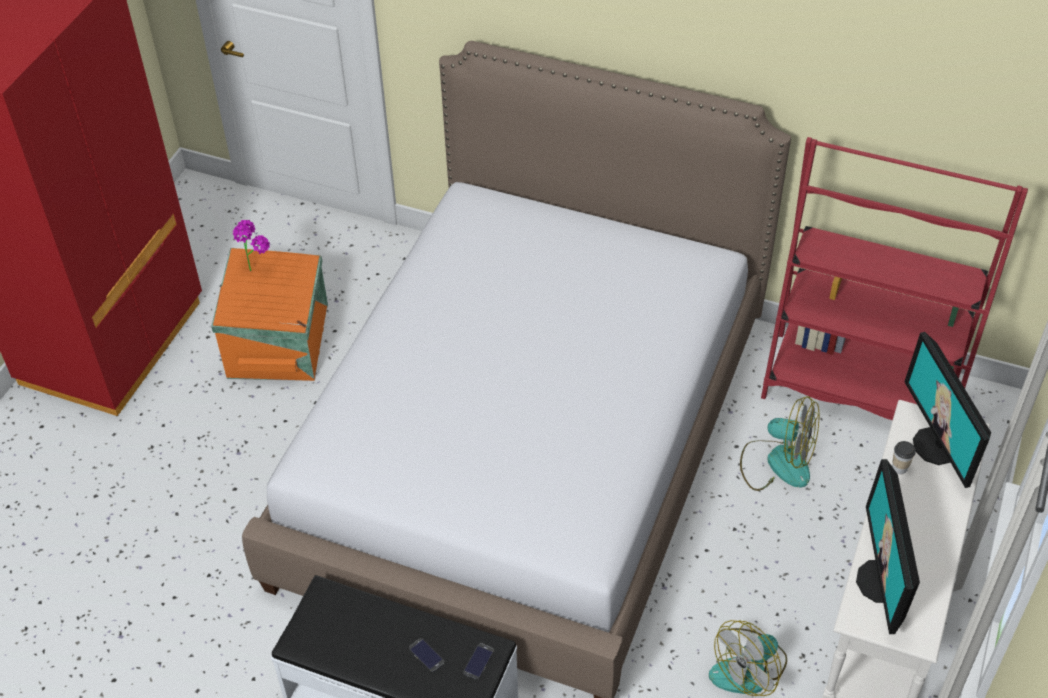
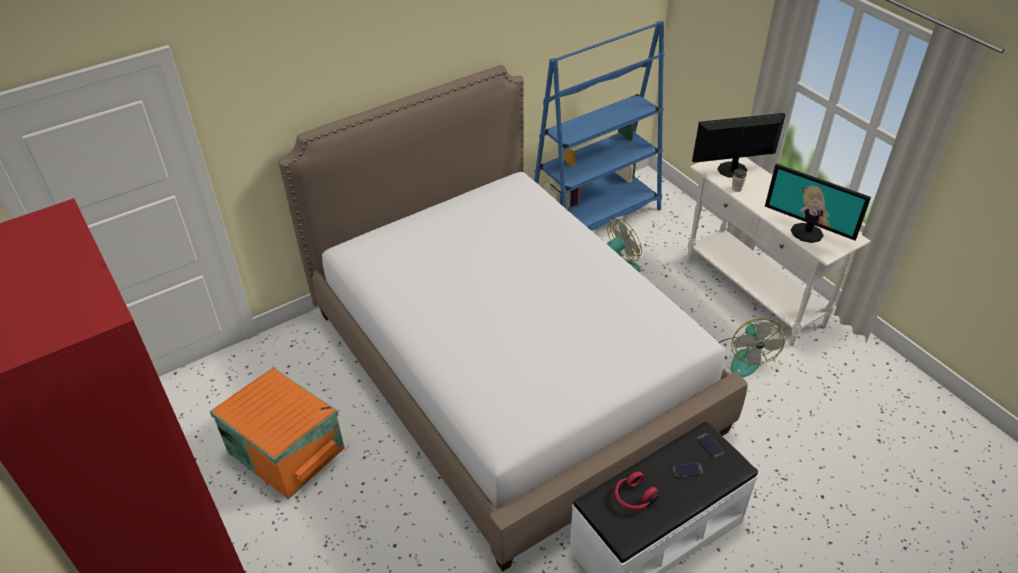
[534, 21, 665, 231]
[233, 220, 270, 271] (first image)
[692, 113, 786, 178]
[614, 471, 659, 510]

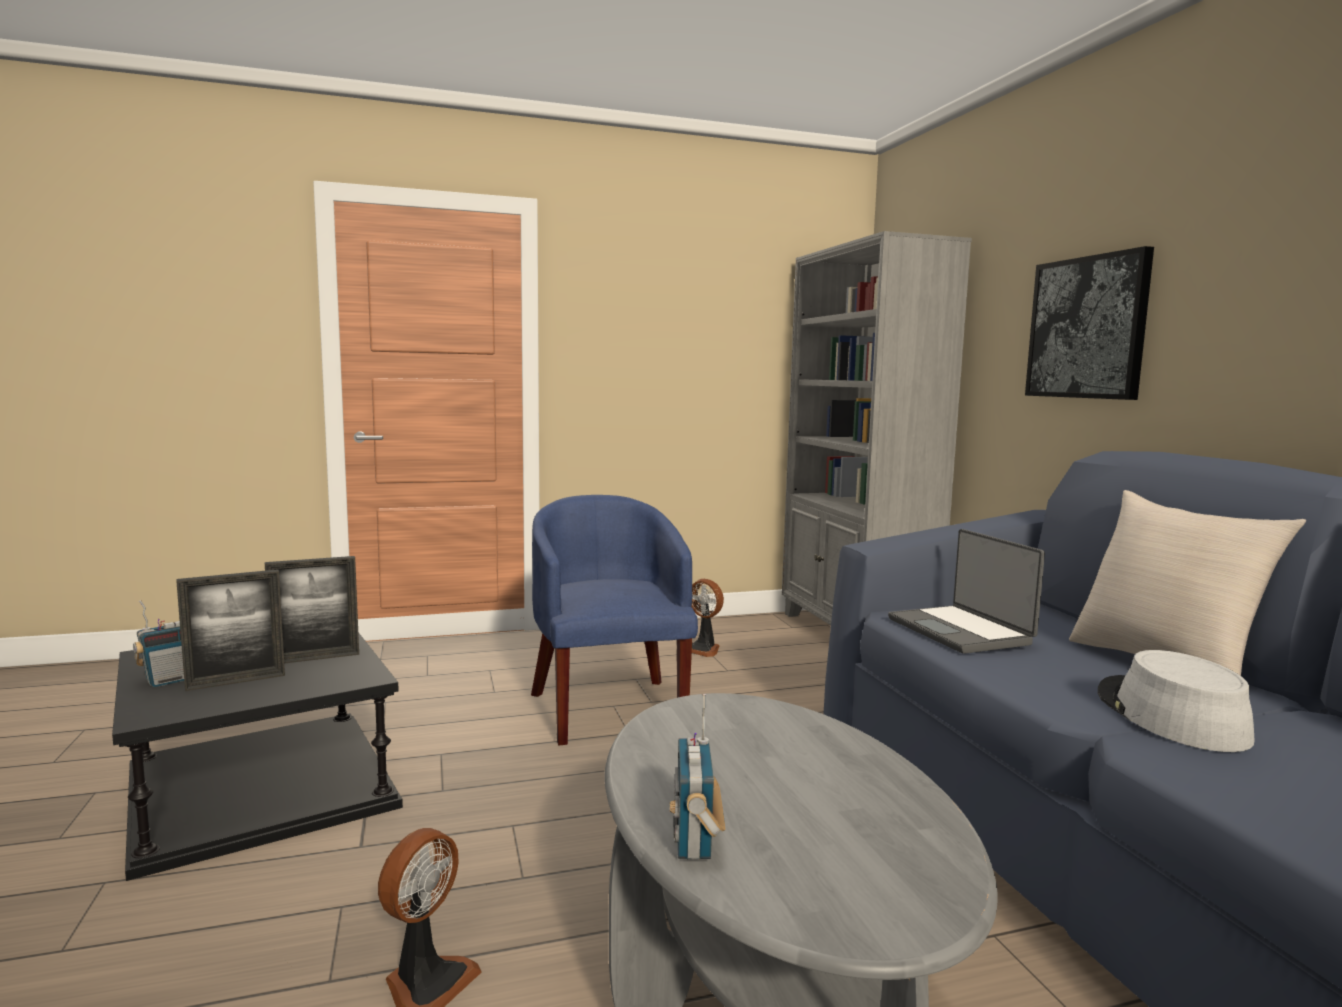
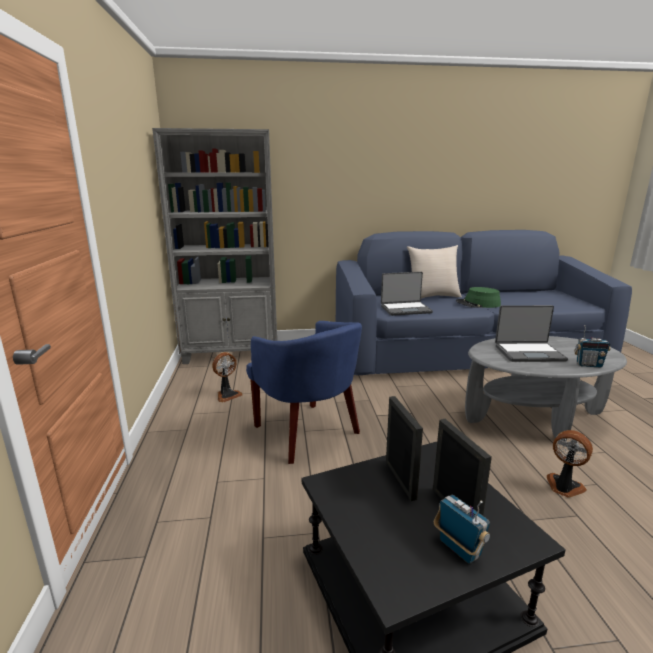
[1025, 246, 1154, 400] (first image)
[246, 321, 362, 464]
[456, 287, 501, 308]
[495, 305, 568, 362]

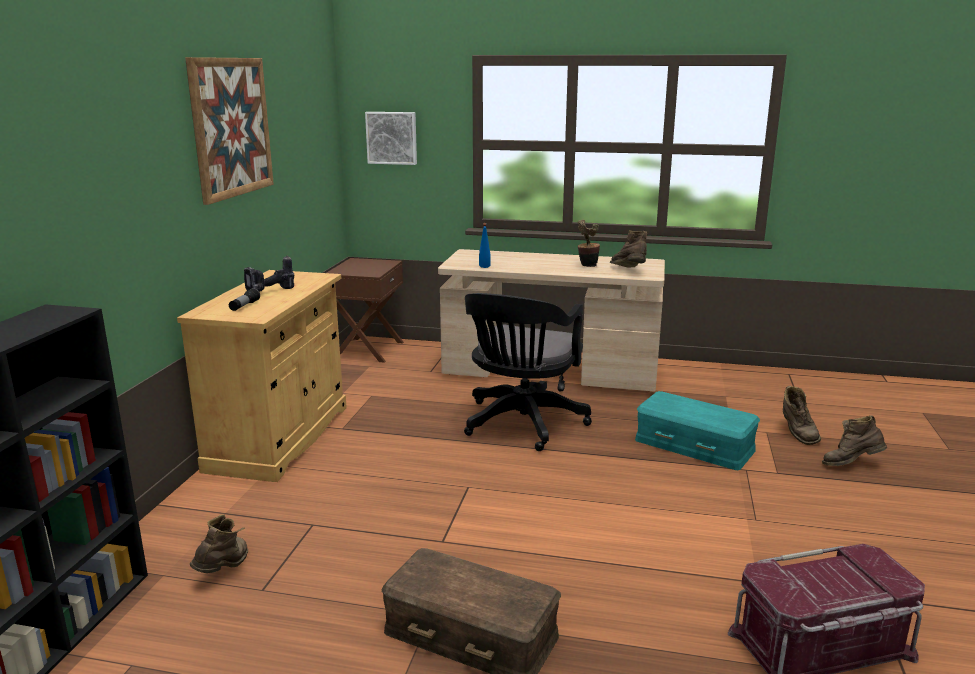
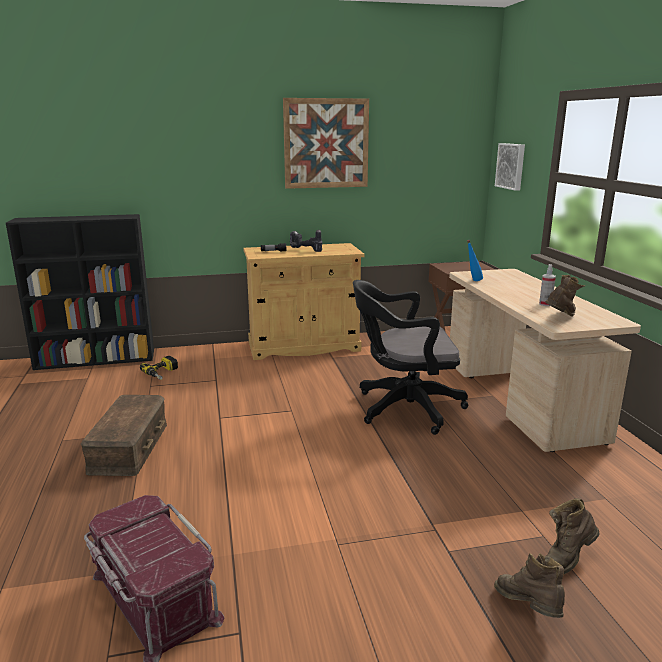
[539, 264, 556, 306]
[635, 391, 760, 470] (first image)
[140, 356, 178, 380]

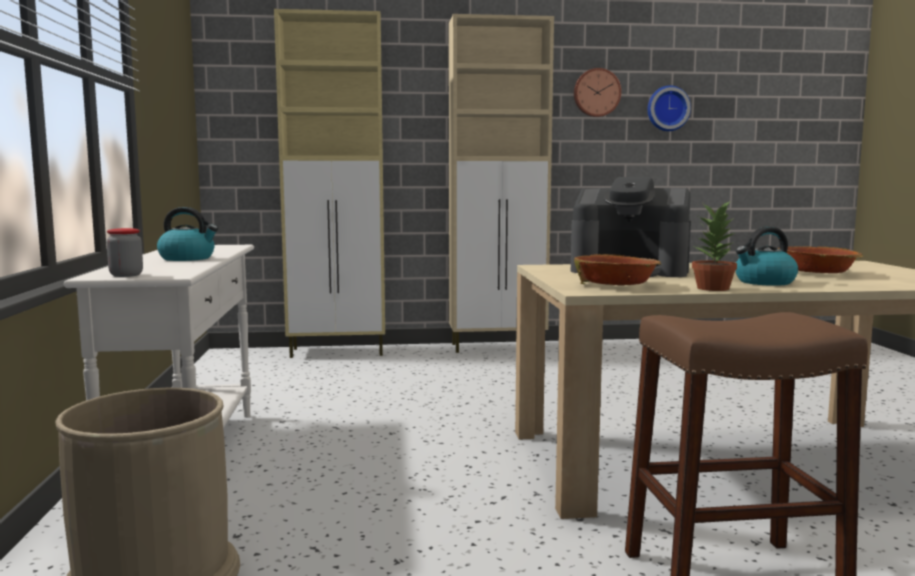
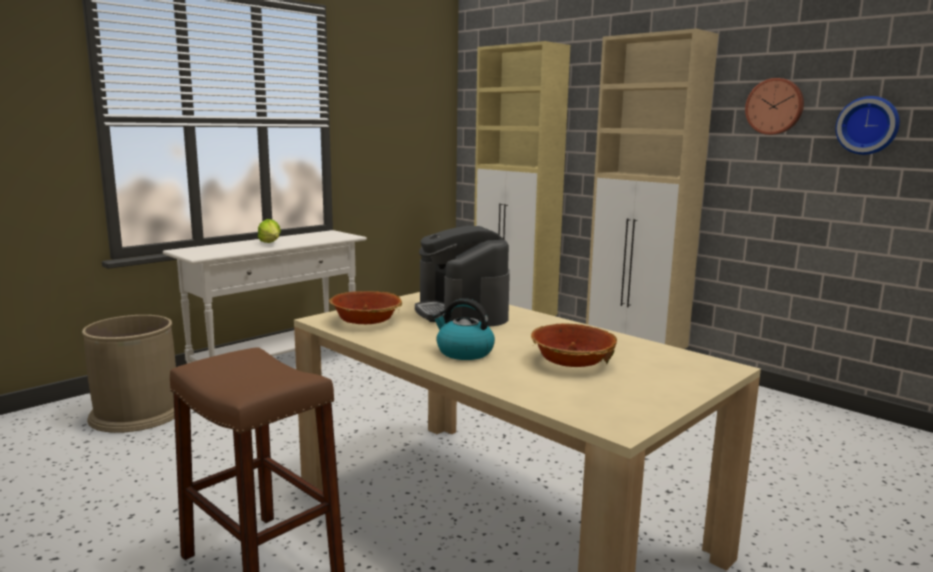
[692, 200, 737, 291] (first image)
[258, 219, 281, 243]
[106, 228, 143, 277] (first image)

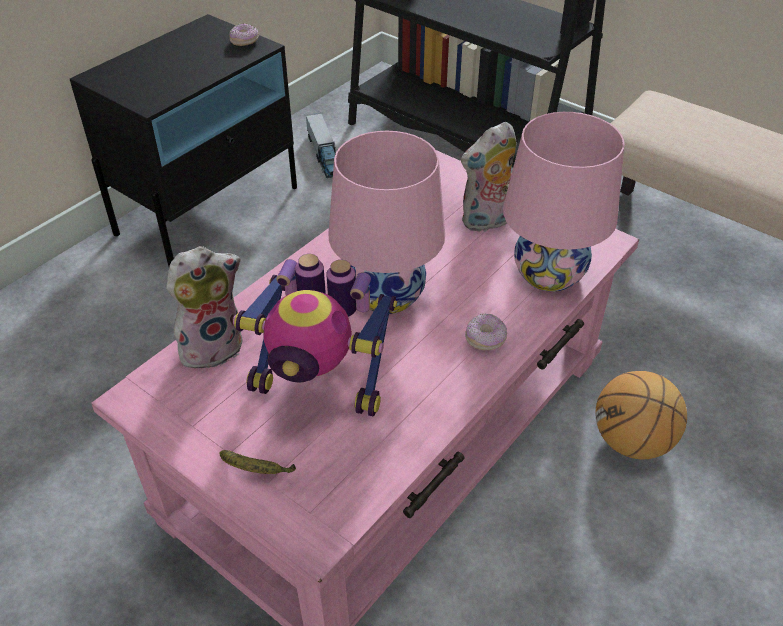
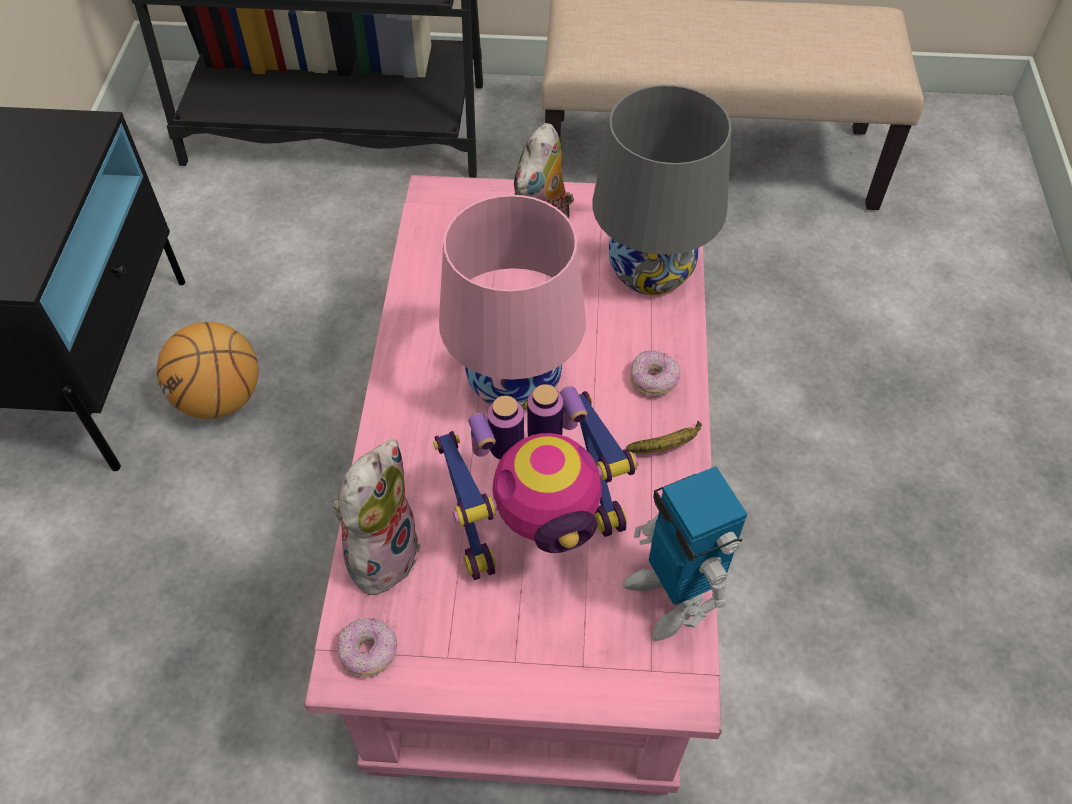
[338, 618, 397, 678]
[592, 85, 731, 295]
[306, 113, 336, 178] (first image)
[157, 322, 259, 419]
[626, 421, 702, 454]
[623, 466, 747, 641]

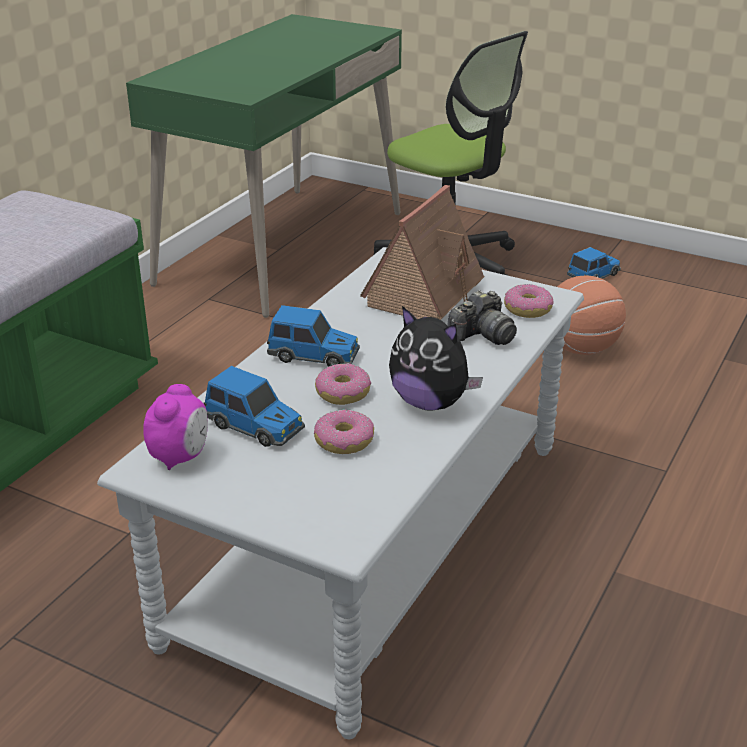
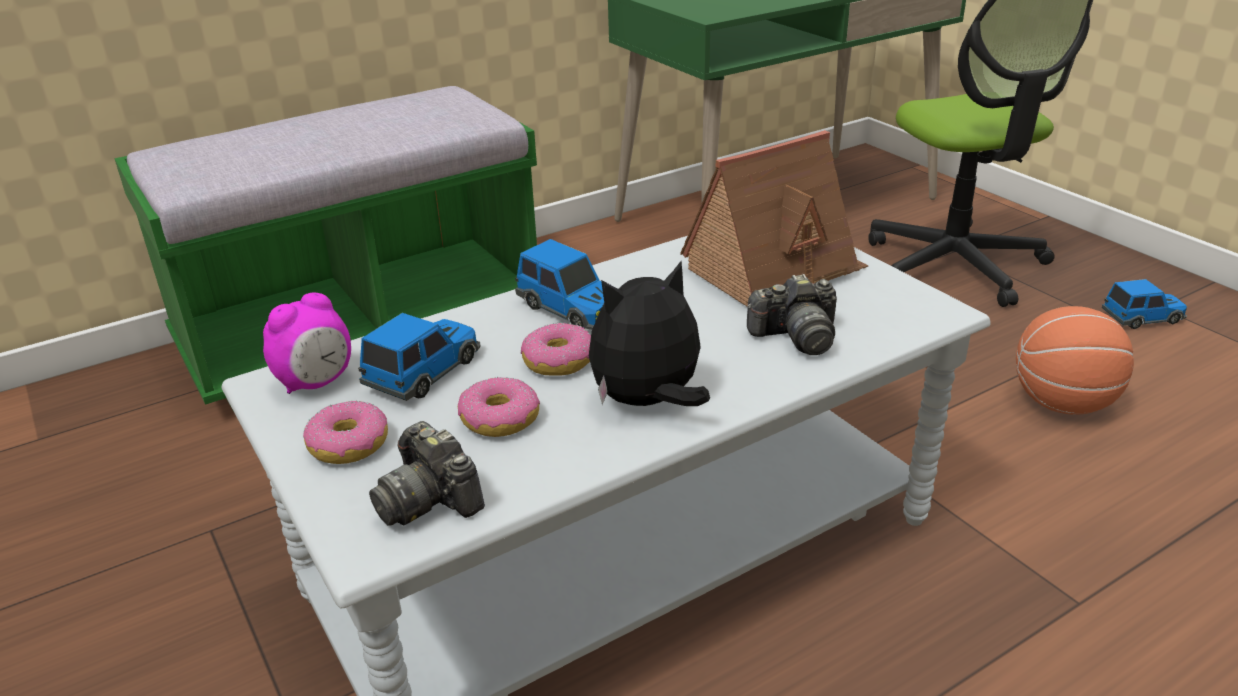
[303, 400, 388, 464]
[589, 261, 710, 406]
[358, 313, 481, 401]
[369, 421, 485, 526]

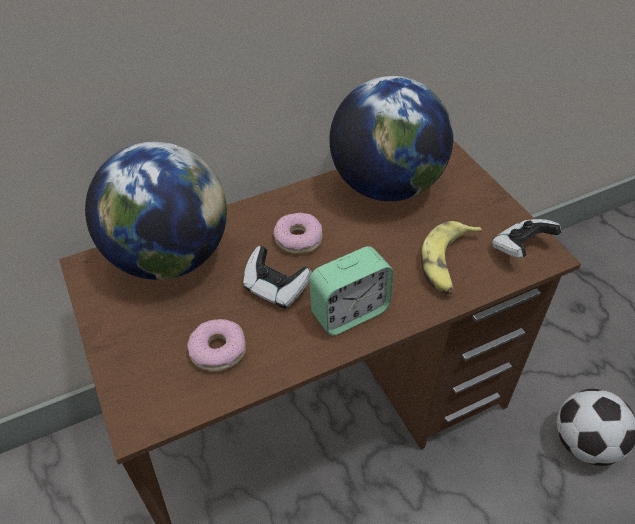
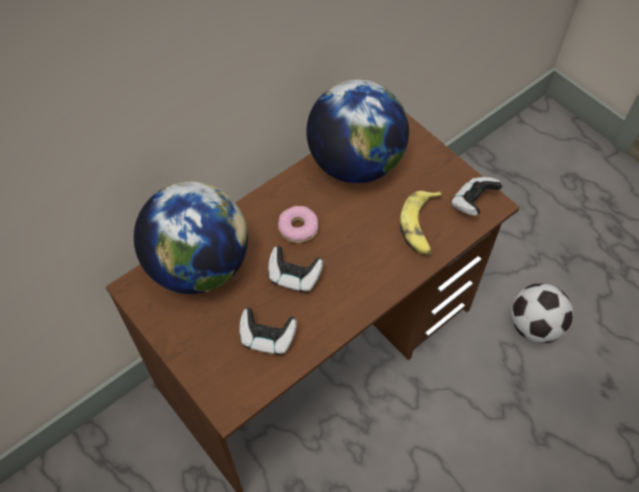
[309, 246, 393, 336] (first image)
[239, 308, 297, 355]

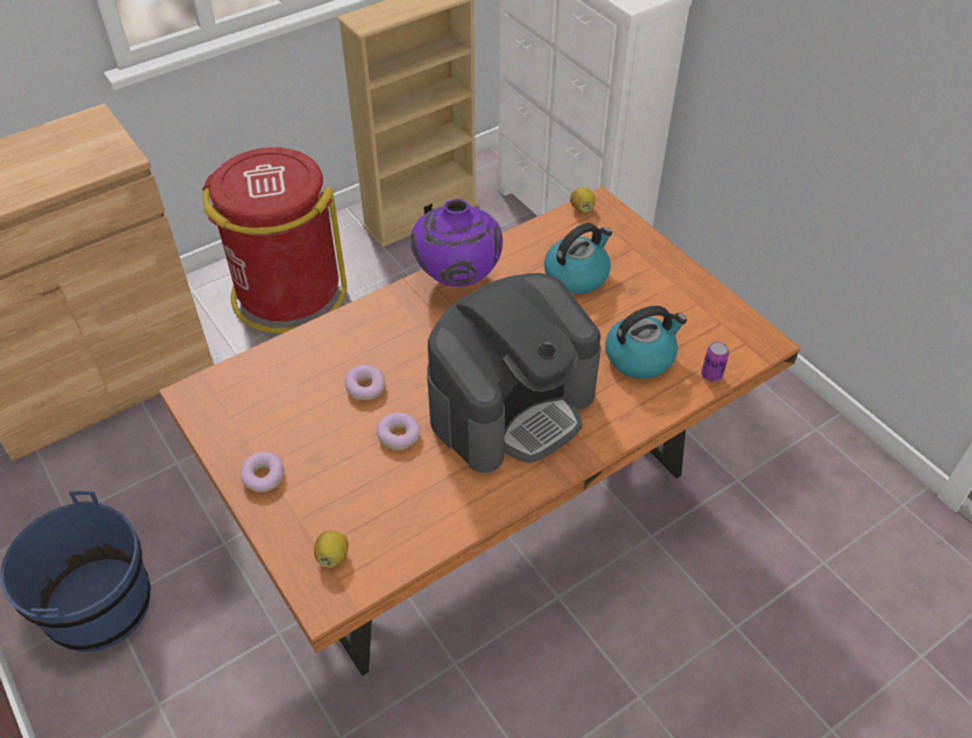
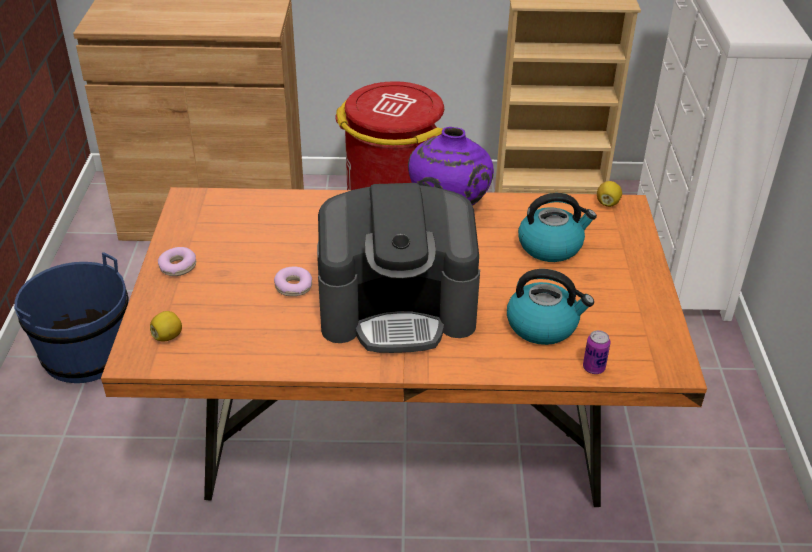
[345, 365, 385, 400] (first image)

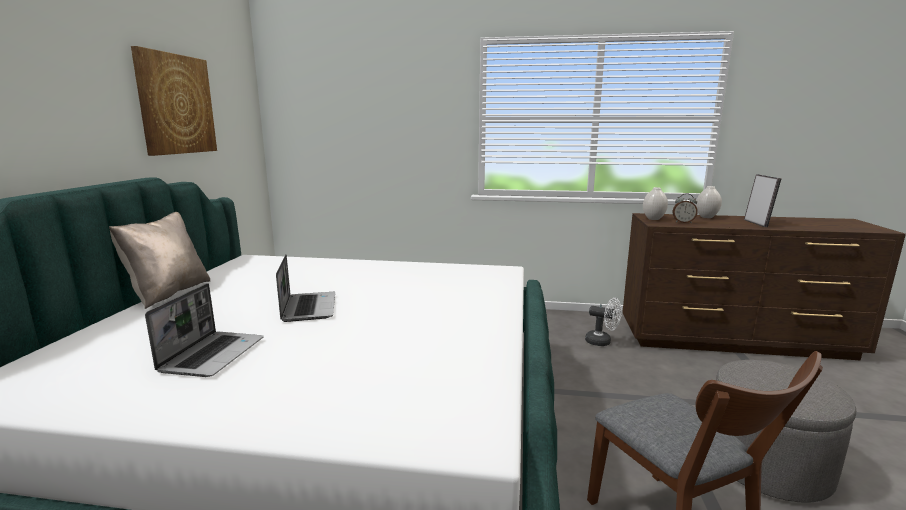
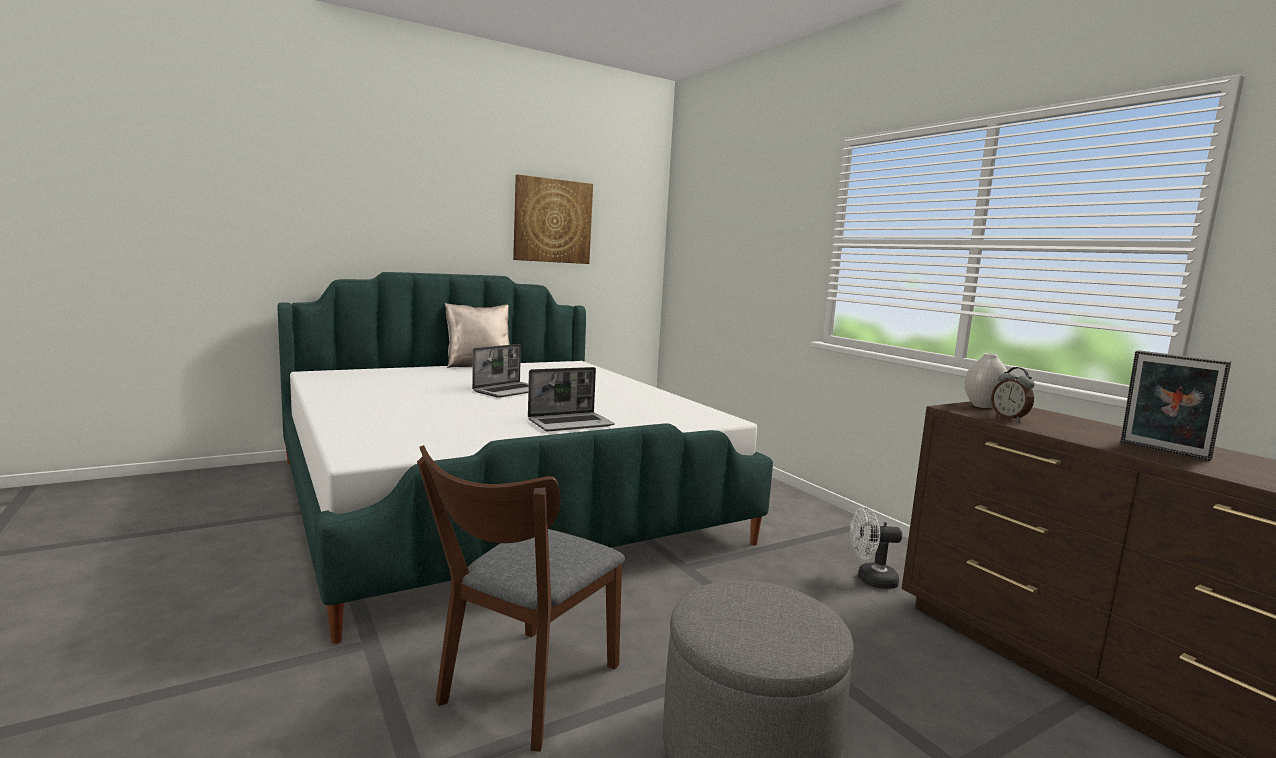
[1121, 350, 1231, 461]
[696, 186, 722, 218] (first image)
[528, 367, 615, 431]
[850, 507, 902, 589]

